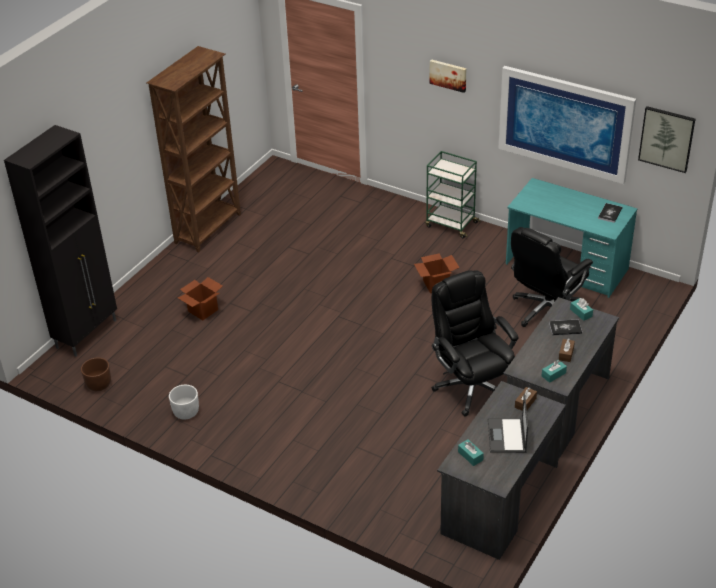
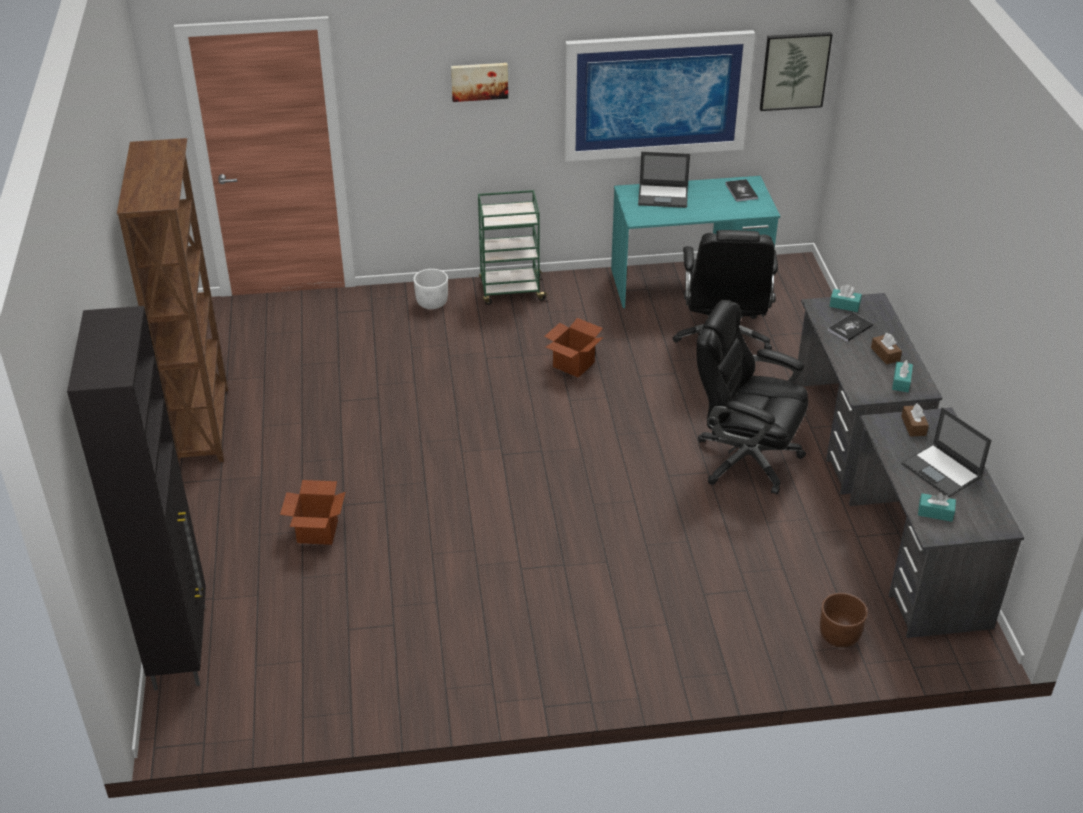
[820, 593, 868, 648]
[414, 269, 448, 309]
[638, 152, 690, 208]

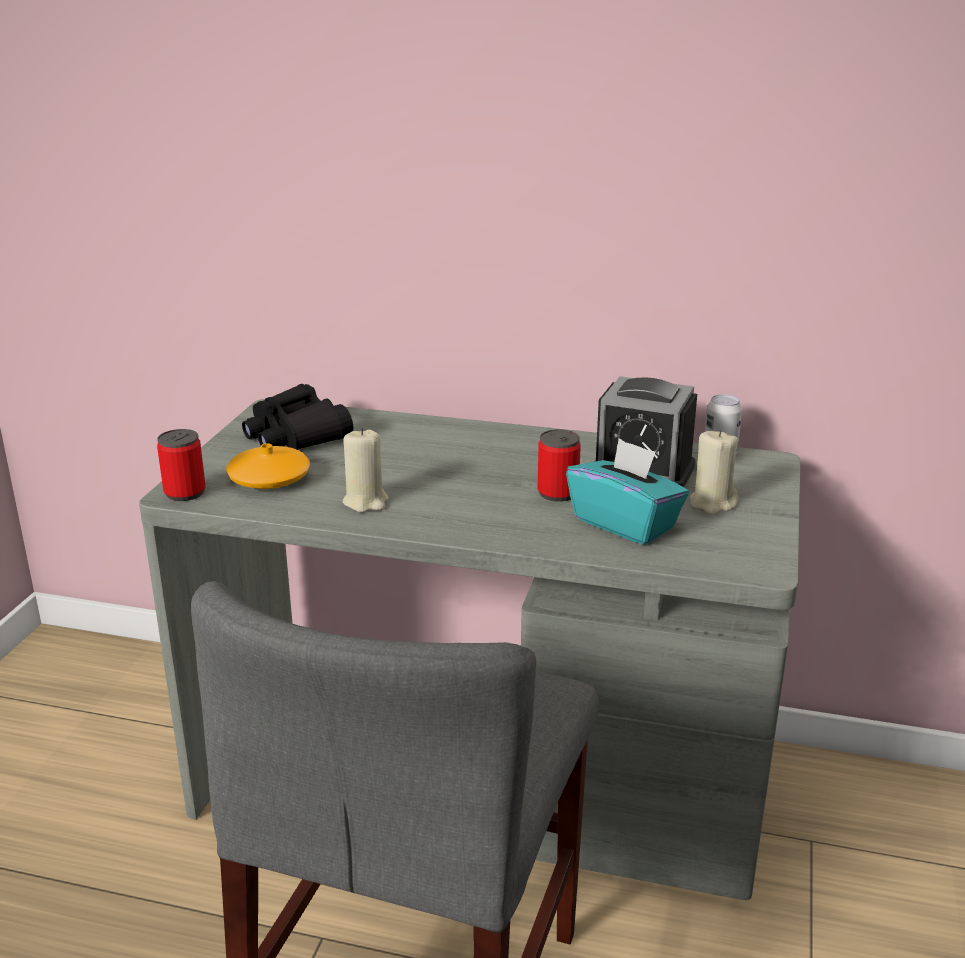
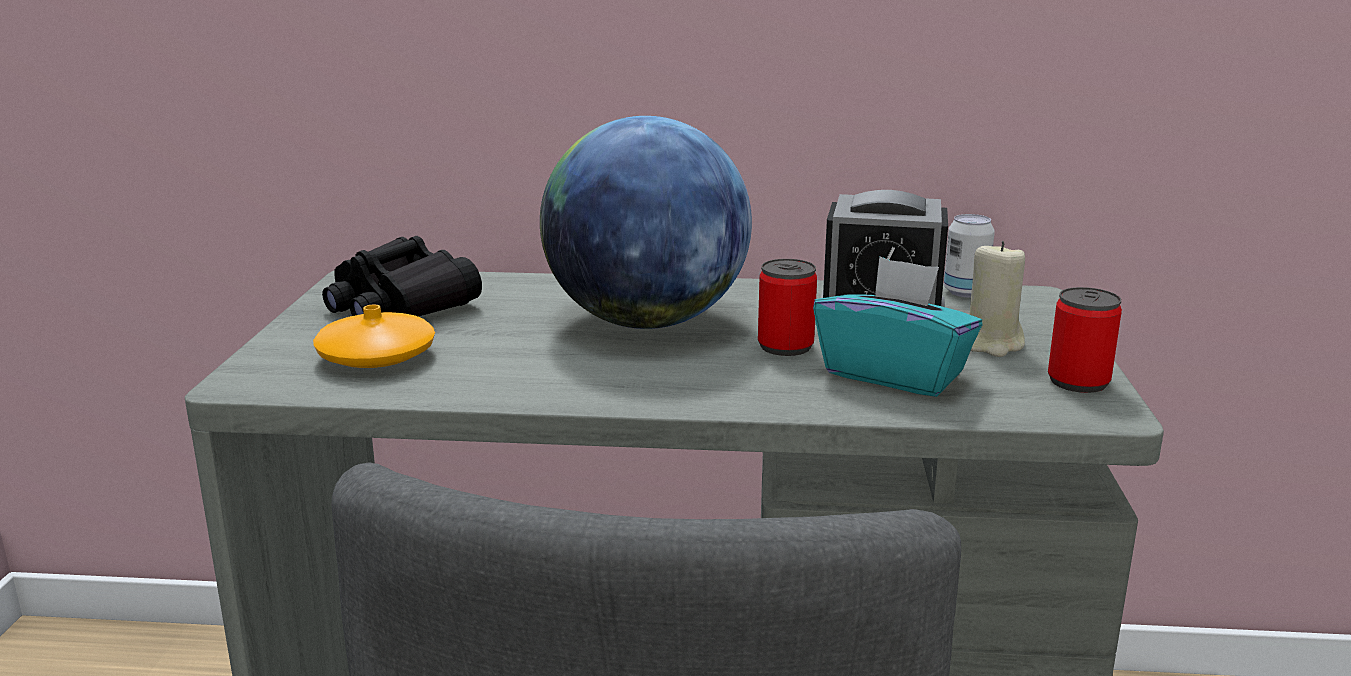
[343, 428, 389, 512] (first image)
[1048, 287, 1122, 393]
[540, 116, 752, 329]

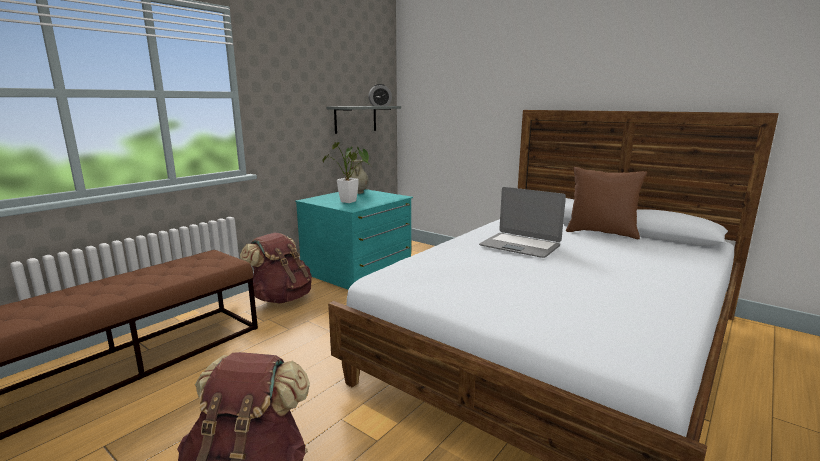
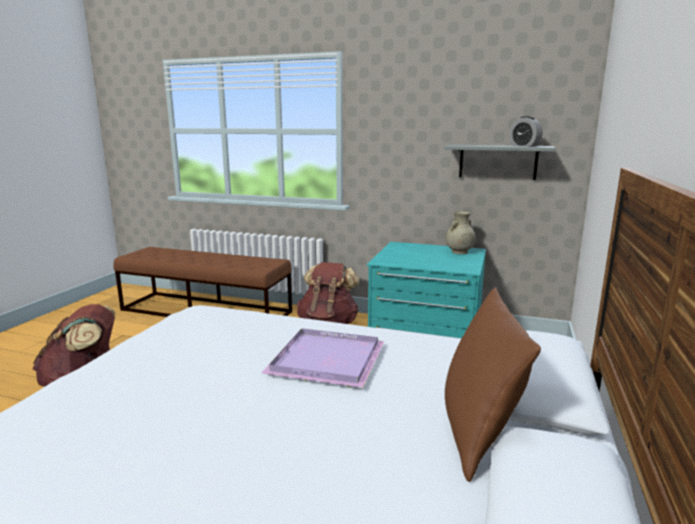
[322, 142, 371, 203] (first image)
[262, 328, 384, 388]

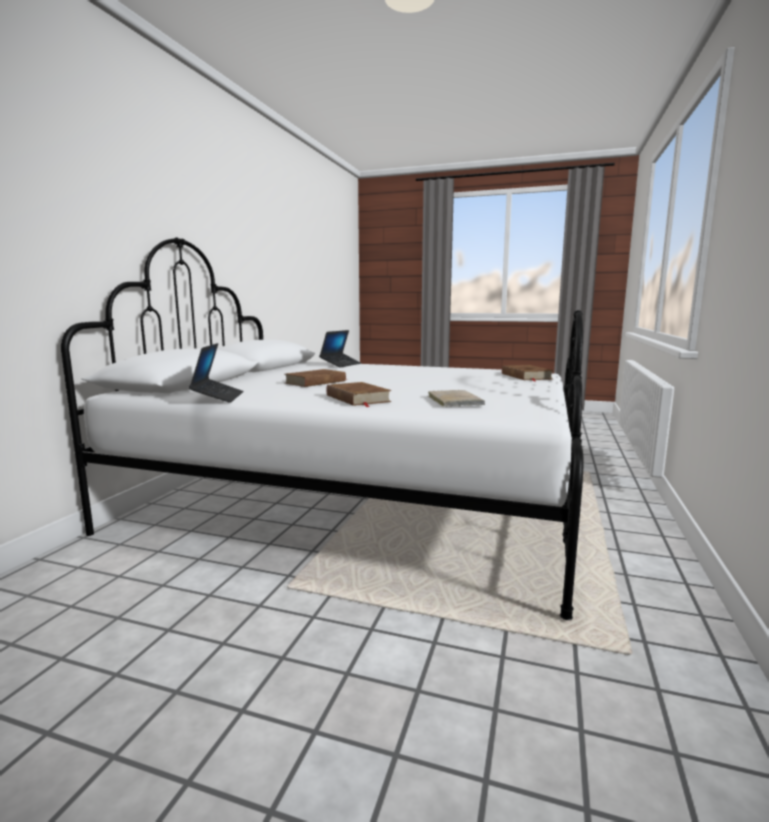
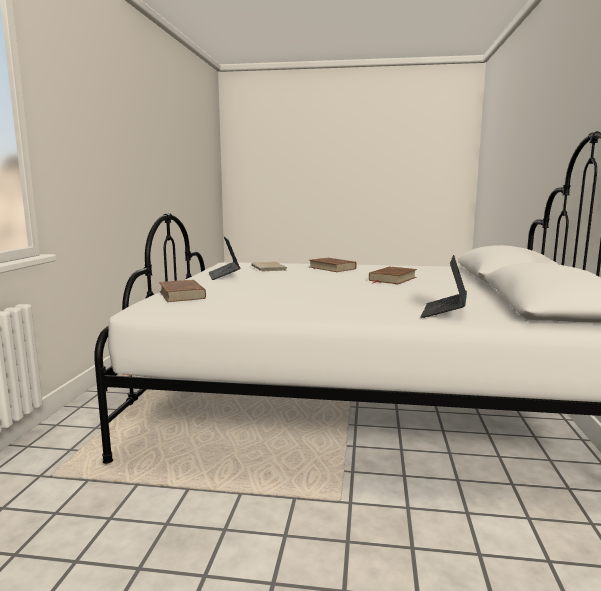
[209, 236, 241, 280]

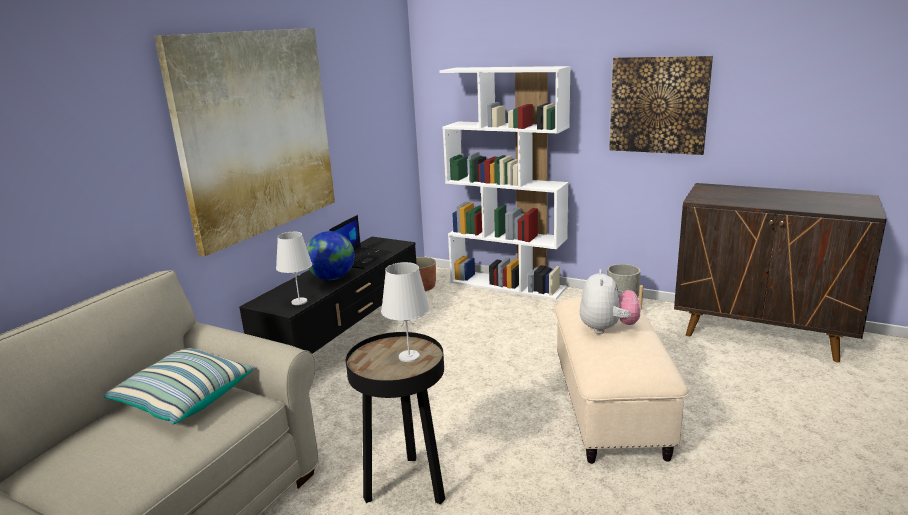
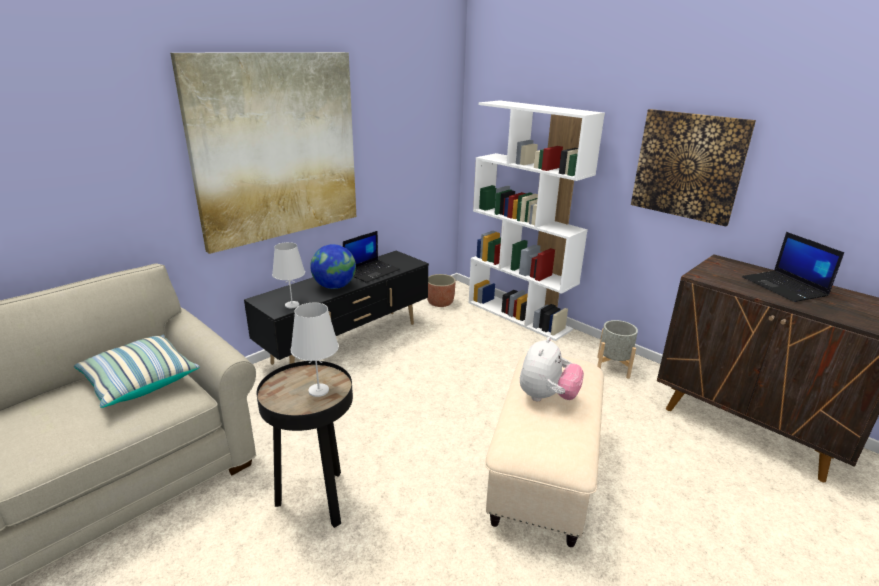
[742, 232, 844, 302]

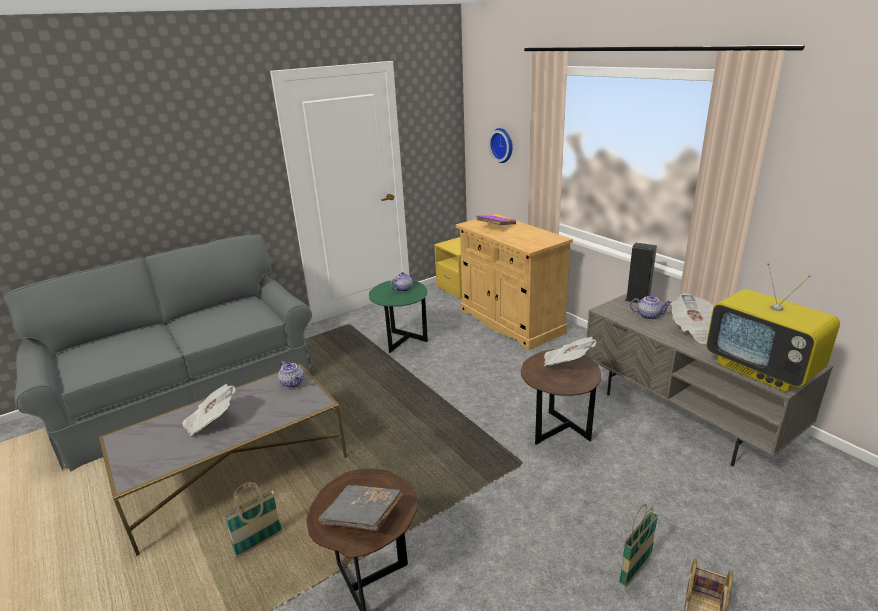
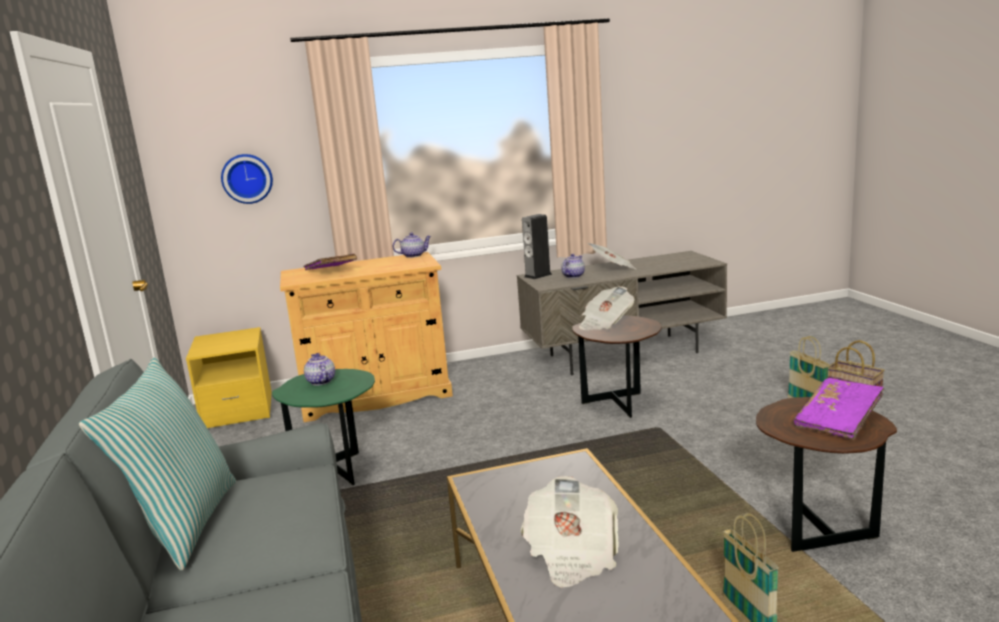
[706, 263, 840, 392] (first image)
[393, 232, 431, 258]
[793, 378, 884, 440]
[79, 357, 236, 571]

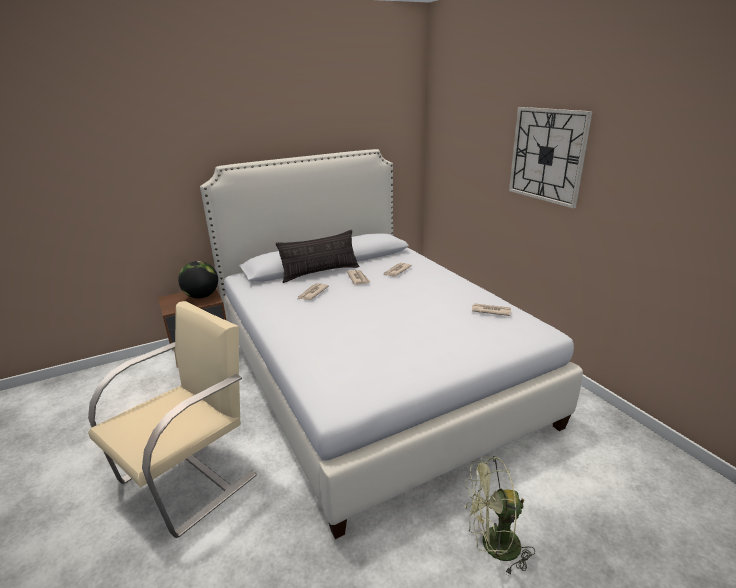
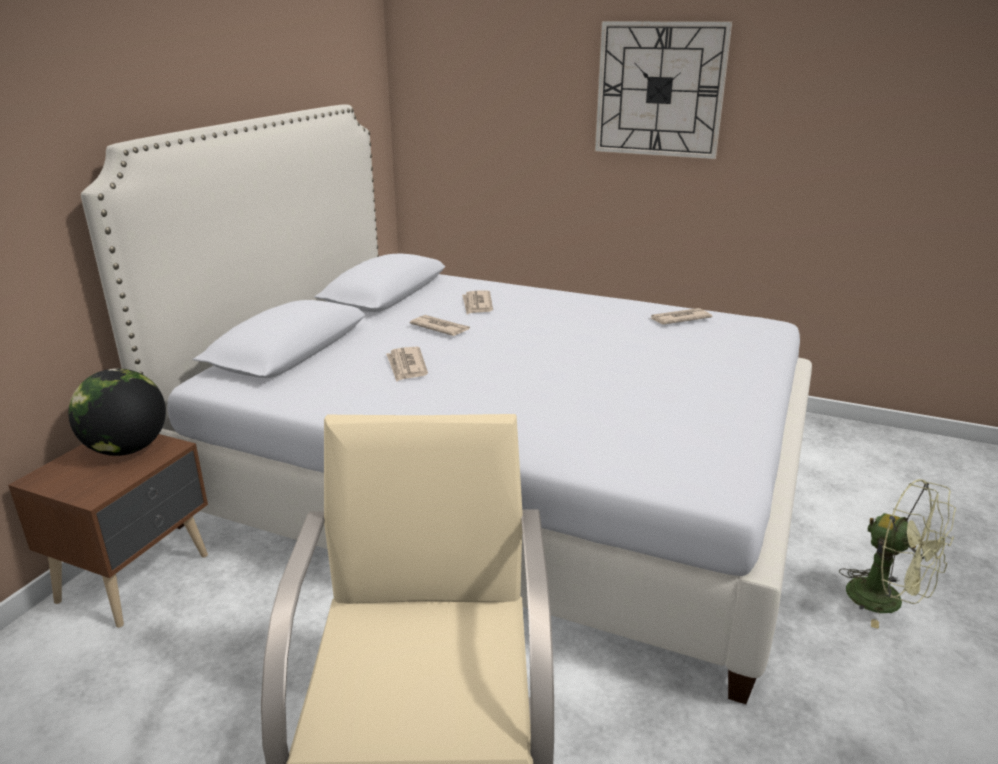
[276, 230, 359, 283] (first image)
[839, 479, 956, 629]

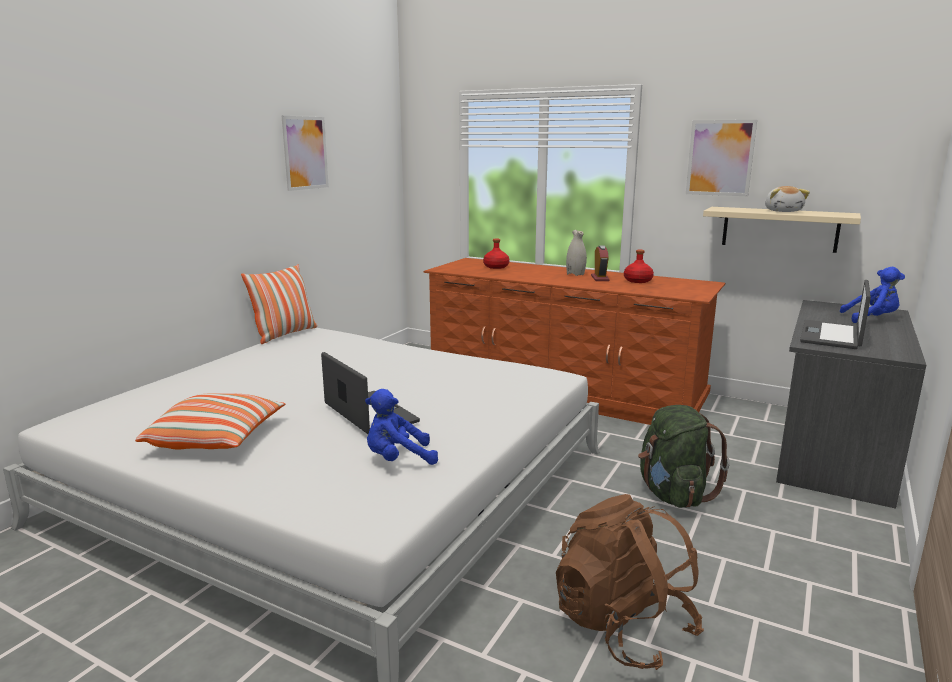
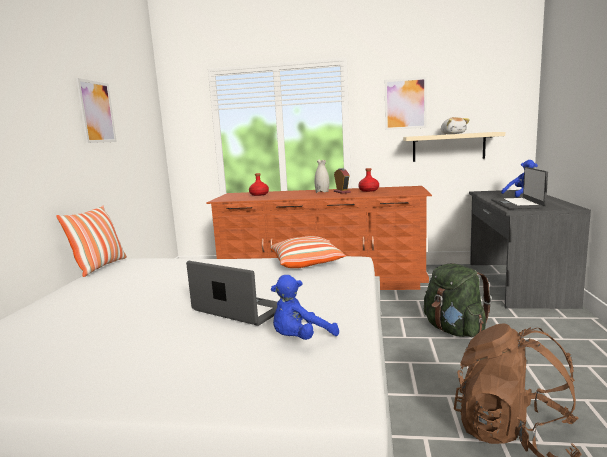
[270, 236, 346, 268]

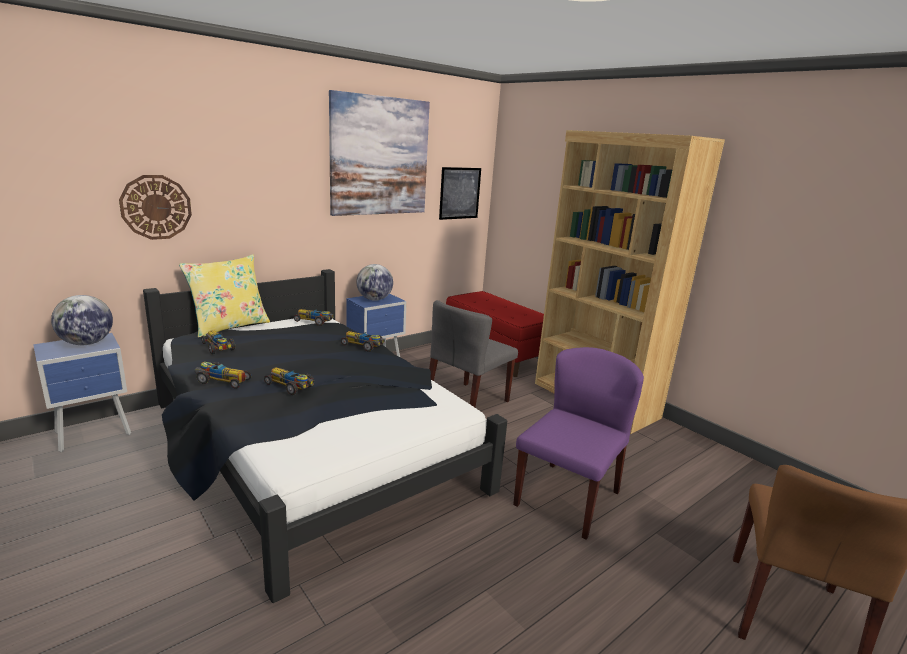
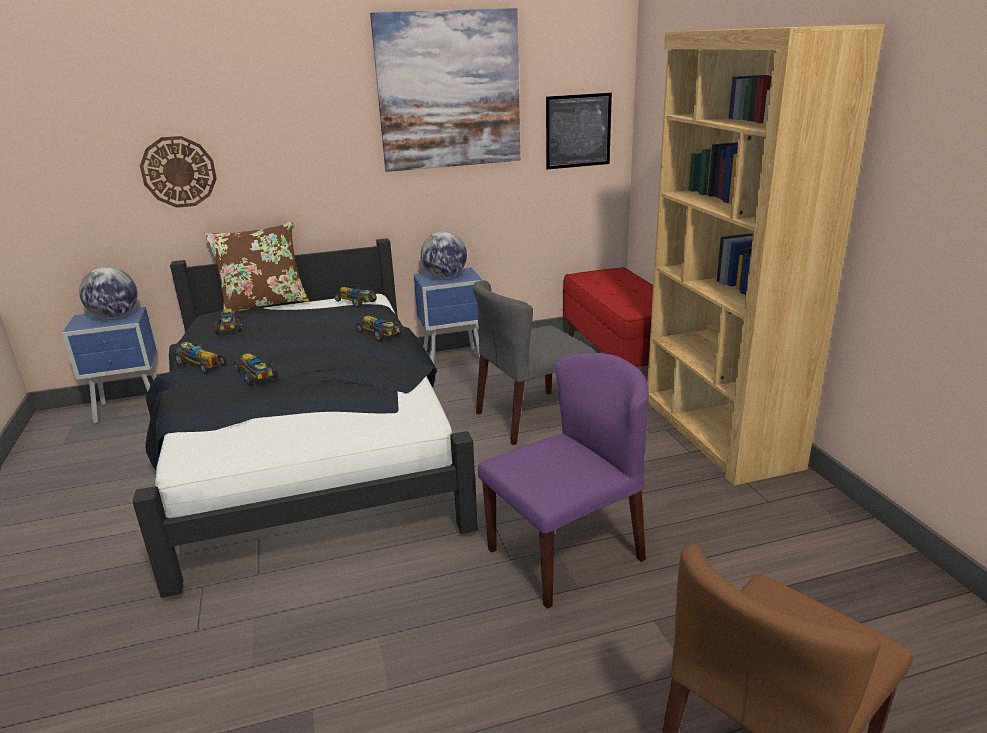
[205, 222, 309, 313]

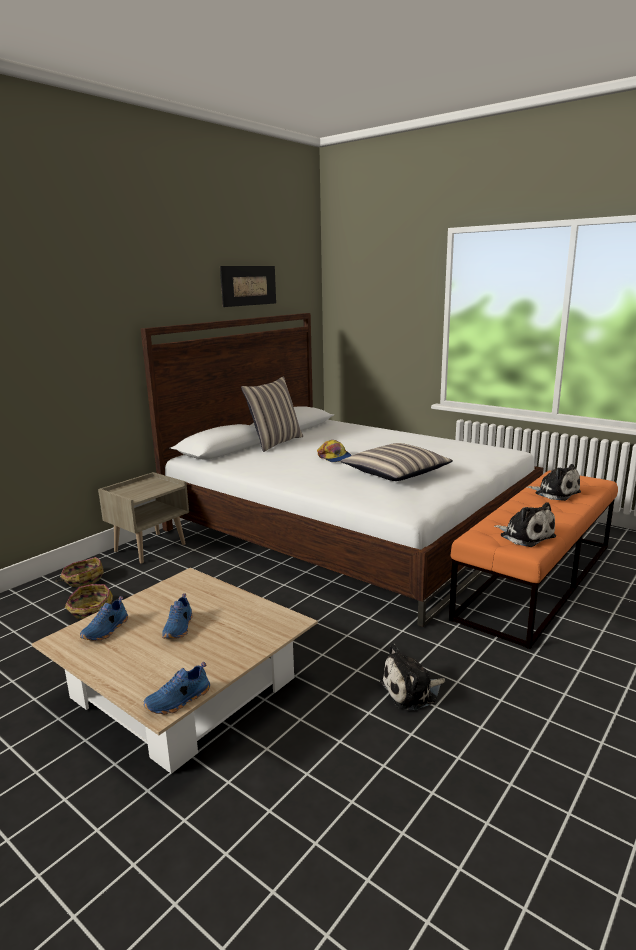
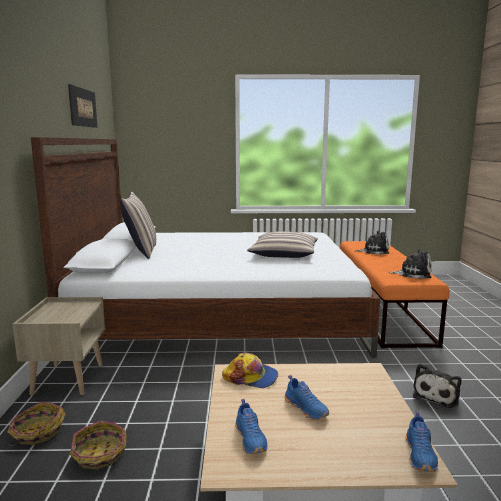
[222, 353, 278, 388]

